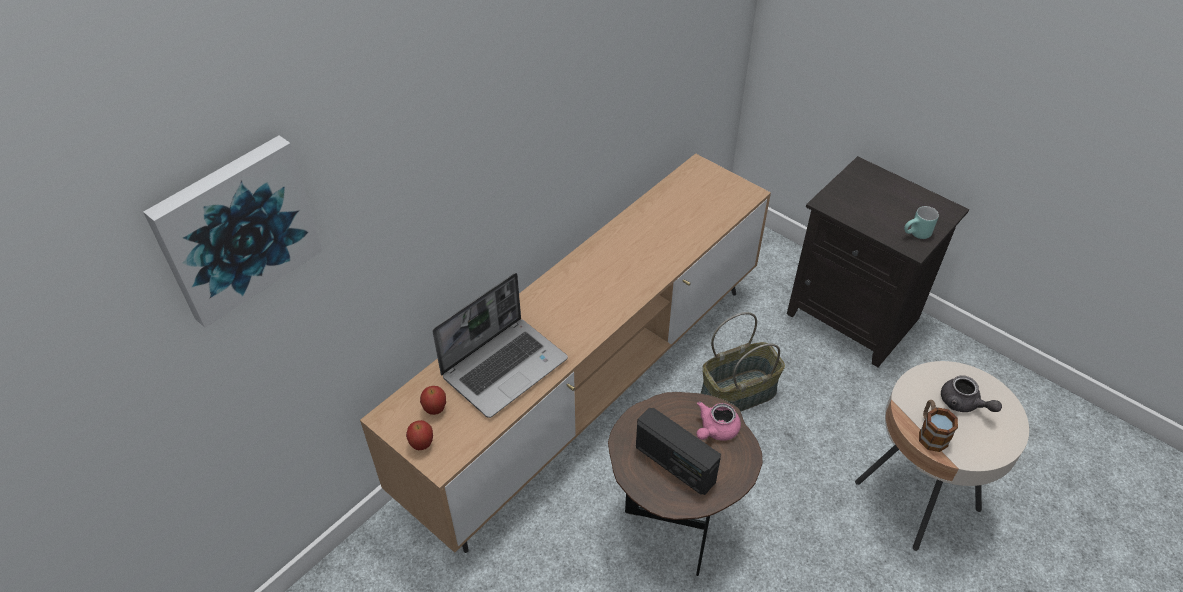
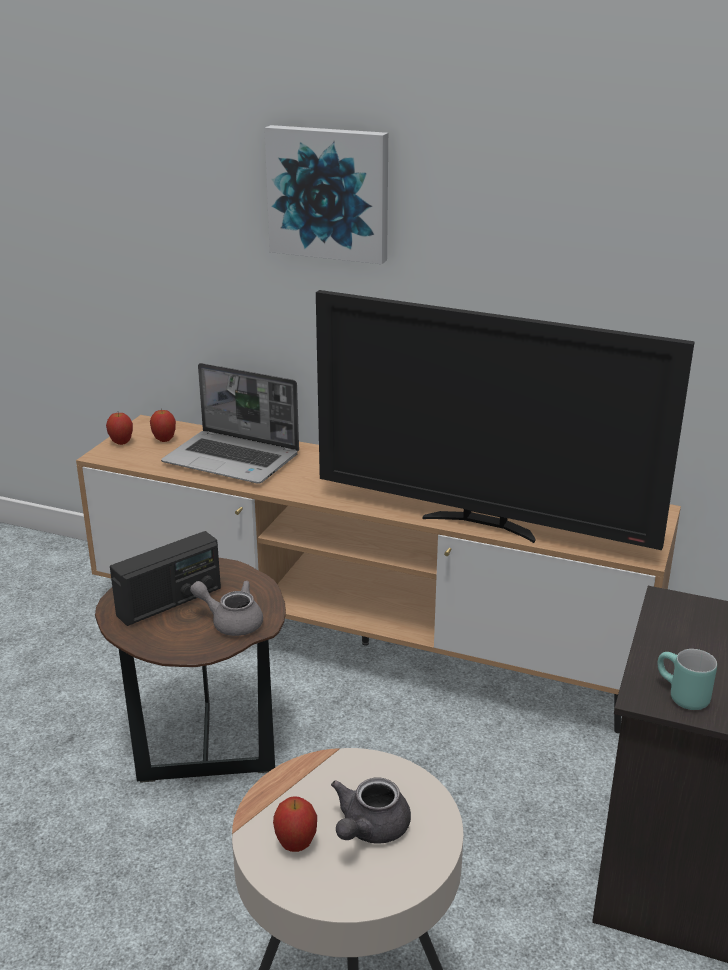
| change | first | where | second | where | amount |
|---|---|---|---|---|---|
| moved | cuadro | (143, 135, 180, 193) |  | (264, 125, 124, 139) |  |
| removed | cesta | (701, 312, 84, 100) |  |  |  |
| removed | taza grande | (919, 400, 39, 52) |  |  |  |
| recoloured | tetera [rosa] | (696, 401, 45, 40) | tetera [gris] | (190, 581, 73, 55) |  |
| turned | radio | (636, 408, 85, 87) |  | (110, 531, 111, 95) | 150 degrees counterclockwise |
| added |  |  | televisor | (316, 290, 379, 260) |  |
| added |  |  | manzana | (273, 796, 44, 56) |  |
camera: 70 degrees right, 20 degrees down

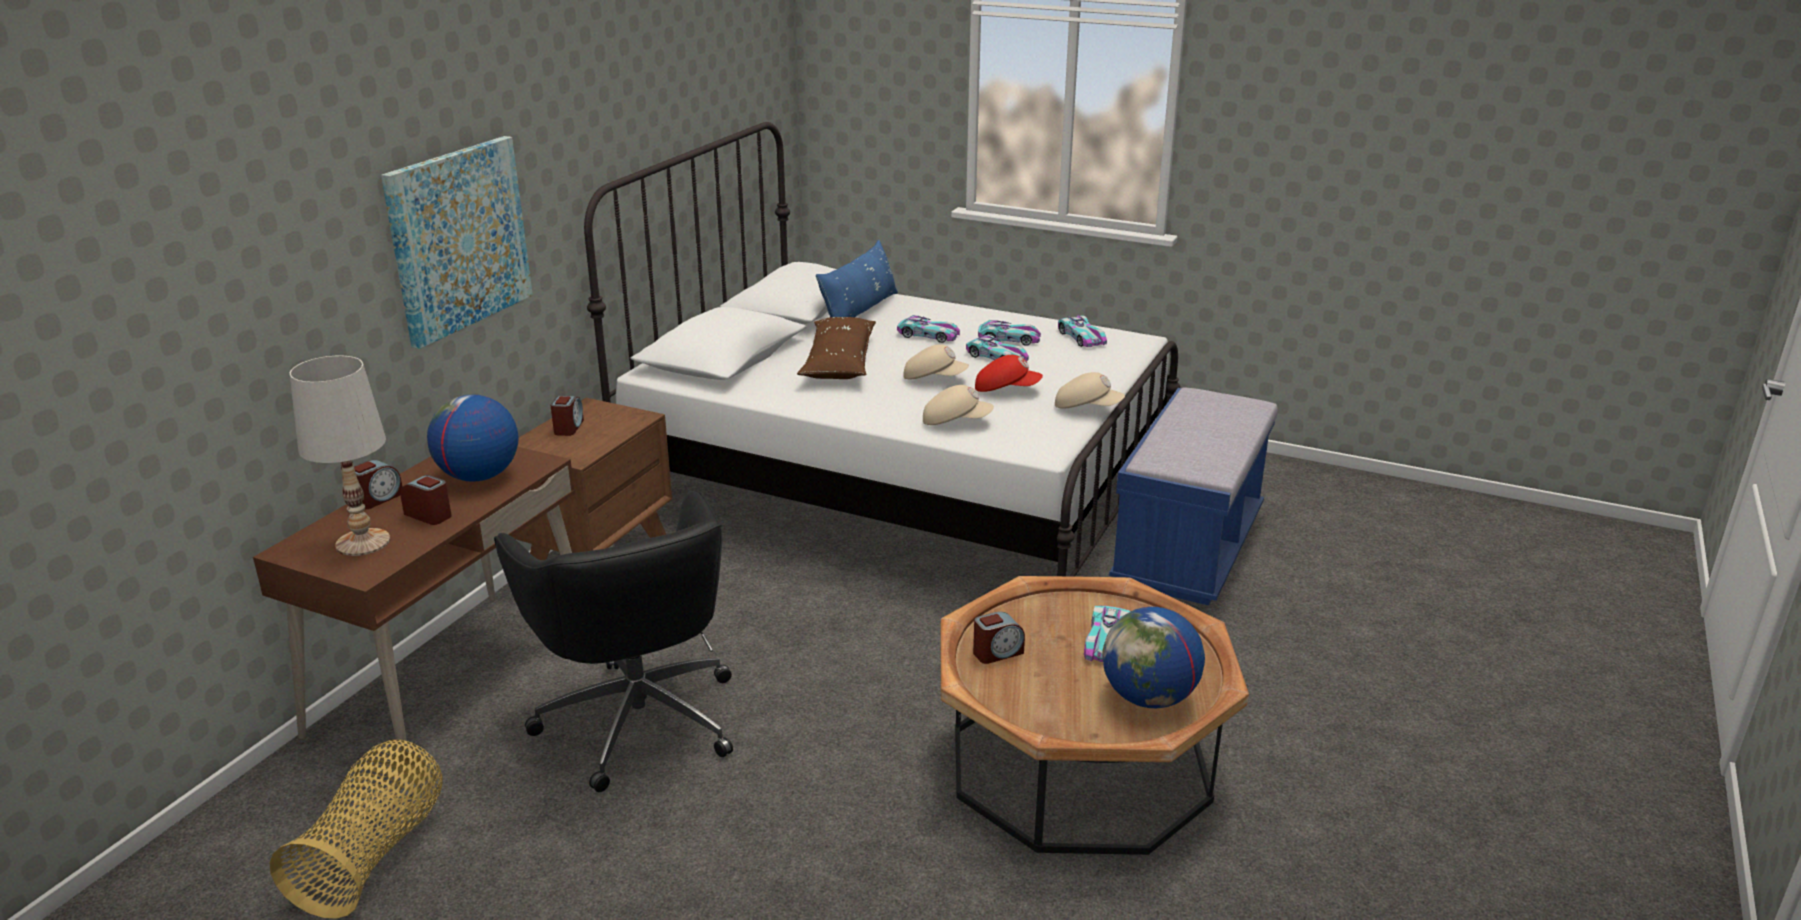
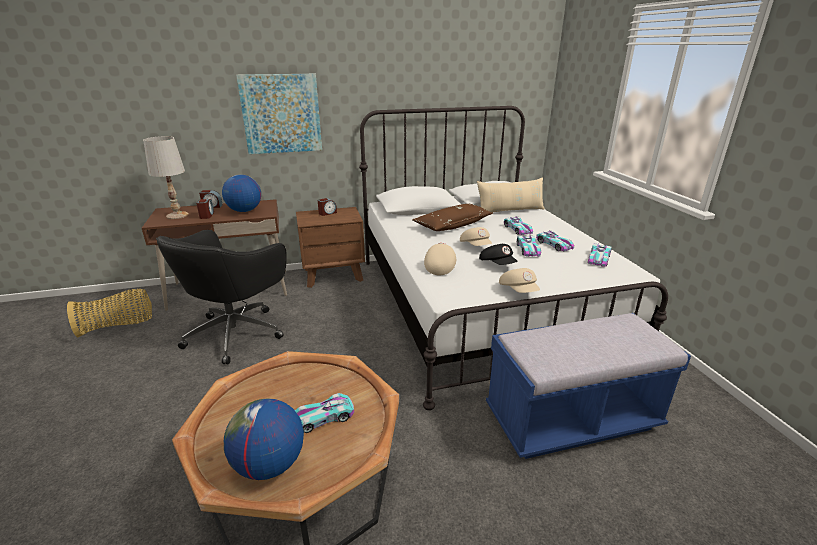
| change | first | where | second | where | amount |
|---|---|---|---|---|---|
| recoloured | cojín [azul] | (816, 240, 82, 77) | cojín [beis] | (477, 177, 68, 35) |  |
| recoloured | gorra [rojo] | (975, 355, 68, 37) | gorra [negro] | (479, 244, 38, 21) |  |
| turned | gorra [beis] | (923, 385, 71, 40) |  | (424, 243, 32, 32) | 135 degrees counterclockwise |
| removed | despertador | (973, 611, 52, 53) |  |  |  |
camera: 50 degrees right, 0 degrees up

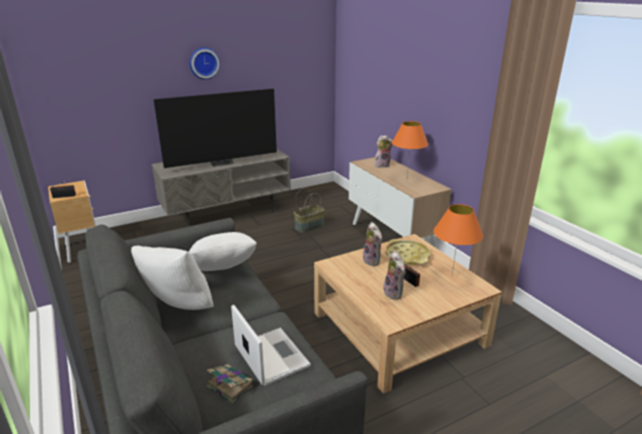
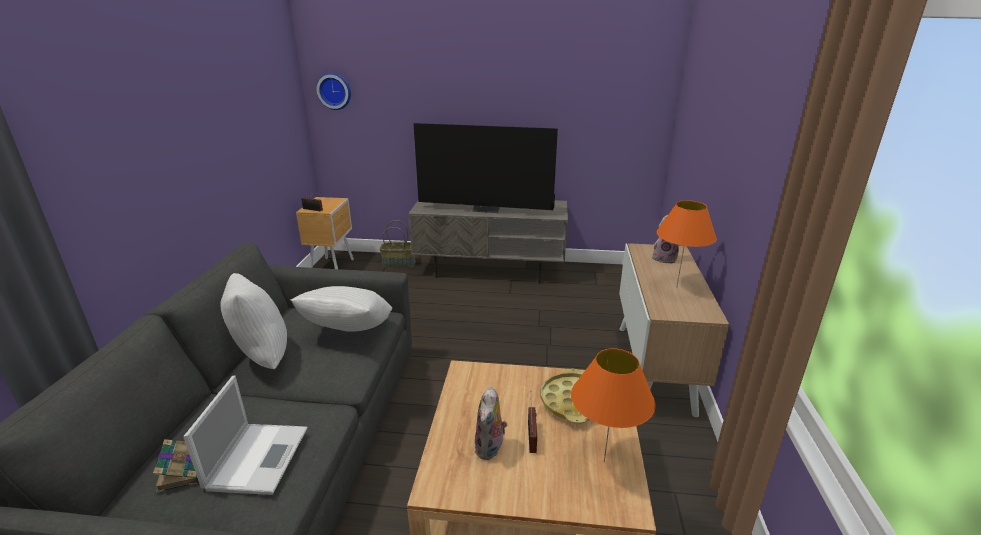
| change | first | where | second | where | amount |
|---|---|---|---|---|---|
| moved | reloj de pared | (189, 47, 31, 33) |  | (316, 73, 35, 37) |  |
| moved | cesta | (293, 188, 32, 45) |  | (380, 220, 36, 48) |  |
| removed | peluche | (363, 222, 19, 44) |  |  |  |
camera: 35 degrees right, 0 degrees up

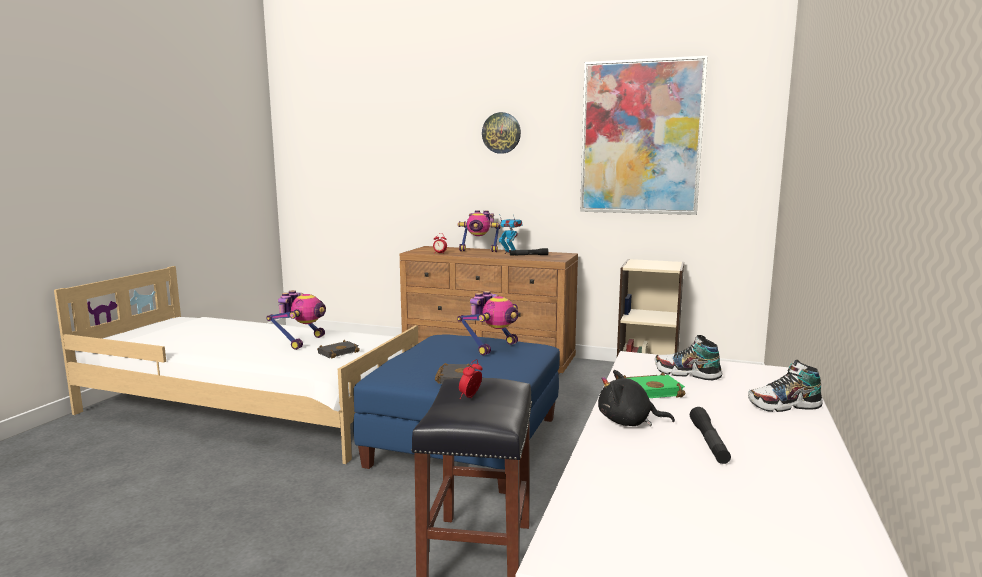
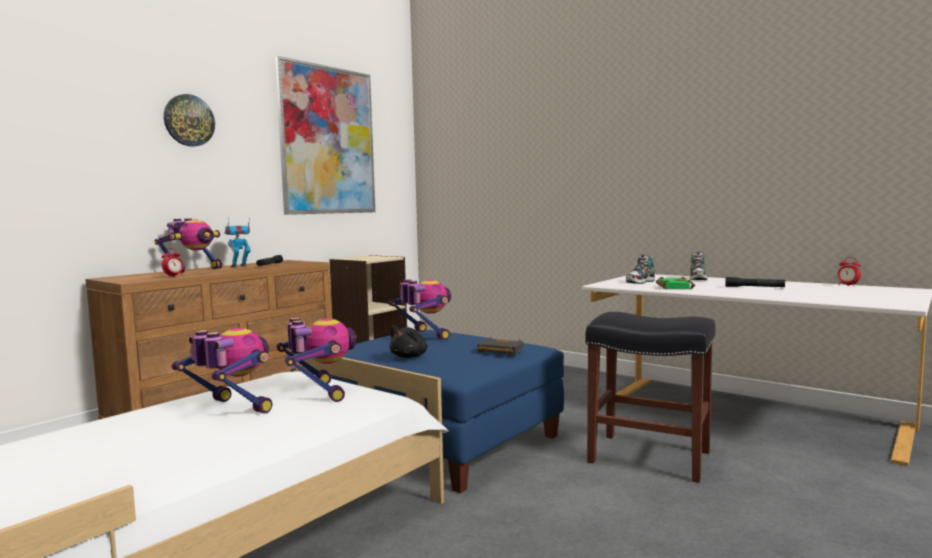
| change | first | where | second | where | amount |
|---|---|---|---|---|---|
| replaced | libro [negro] | (317, 340, 43, 18) | robot de juguete | (277, 318, 79, 84) |  |
| moved | despertador | (459, 359, 24, 40) |  | (837, 257, 24, 29) |  |
| moved | peluche [negro] | (598, 370, 77, 56) |  | (390, 326, 38, 32) |  |
camera: 70 degrees left, 5 degrees down

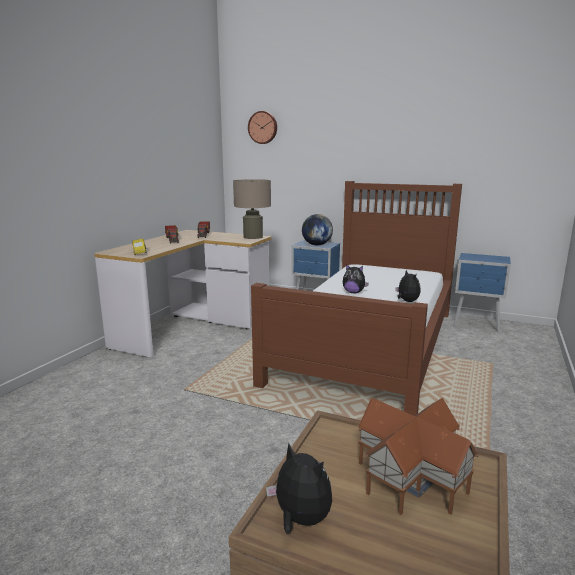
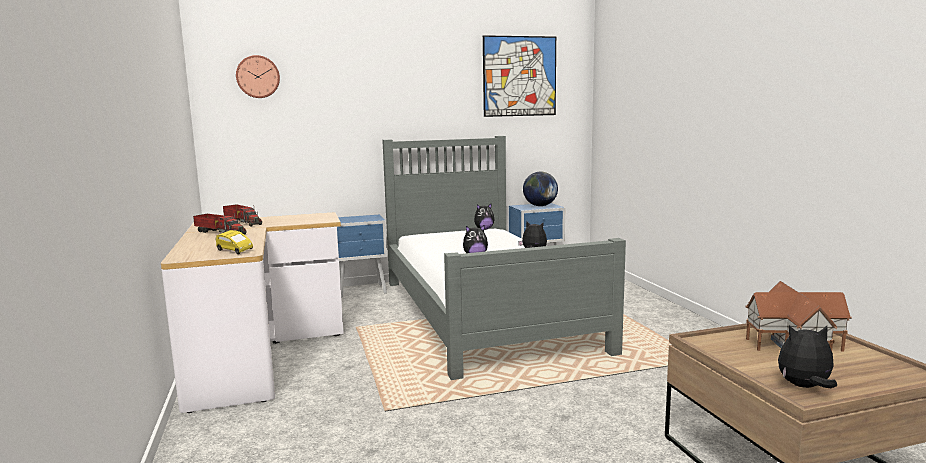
| change | first | where | second | where | amount |
|---|---|---|---|---|---|
| removed | lámpara de mesa [beis] | (233, 179, 38, 60) |  |  |  |
| recoloured | cama [marrón] | (251, 181, 211, 235) | cama [gris] | (382, 136, 244, 244) |  |
| moved | globo terráqueo | (302, 214, 31, 32) |  | (523, 171, 35, 35) |  |
| added |  |  | cuadro | (483, 35, 73, 82) |  |
| added |  |  | peluche | (474, 203, 21, 27) |  |
camera: 40 degrees left, 5 degrees down

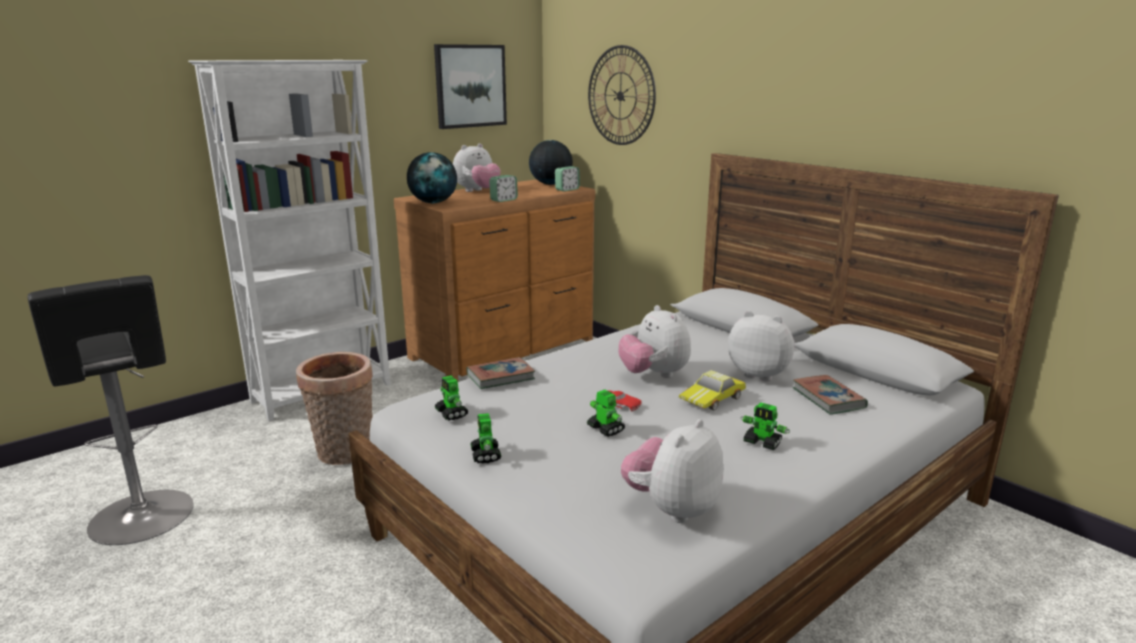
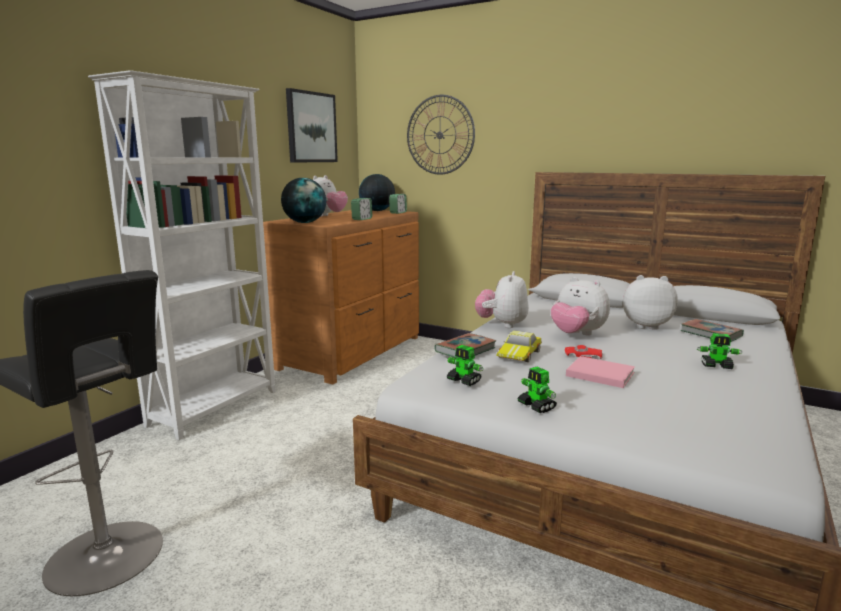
| change | first | where | second | where | amount |
|---|---|---|---|---|---|
| removed | cesta | (296, 352, 77, 113) |  |  |  |
| moved | coche de juguete | (679, 370, 67, 40) |  | (496, 330, 46, 32) |  |
| replaced | robot de juguete | (587, 390, 38, 47) | libro [rosa] | (566, 356, 69, 32) |  |
| moved | peluche | (621, 419, 103, 104) |  | (475, 271, 54, 57) |  |
camera: 20 degrees left, 5 degrees down

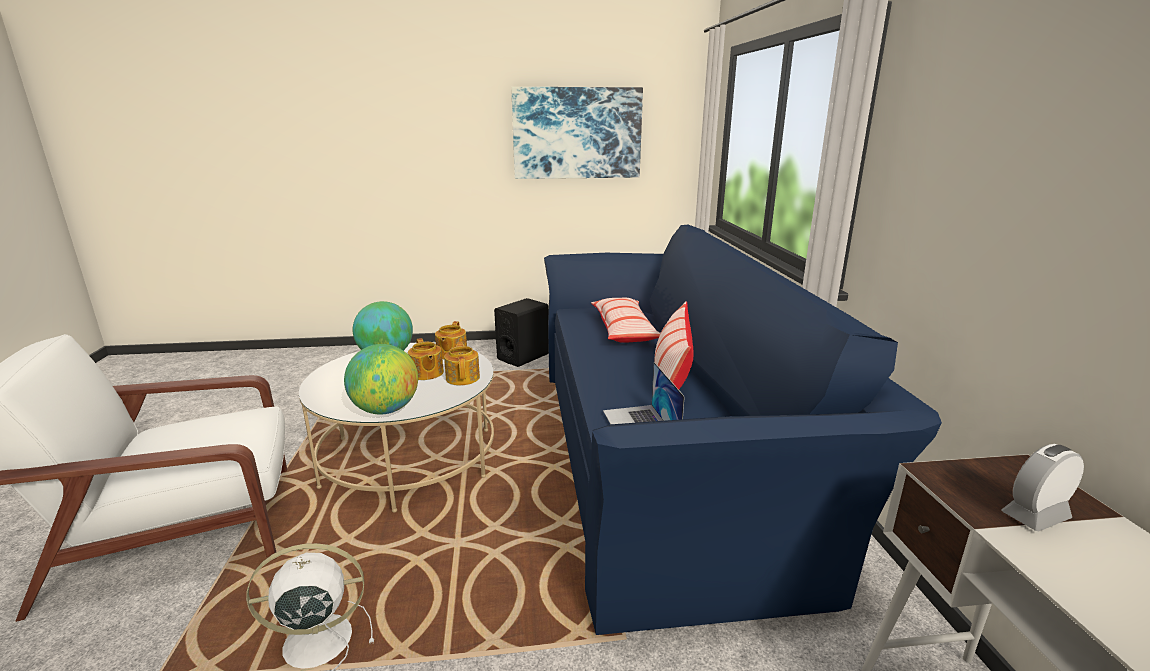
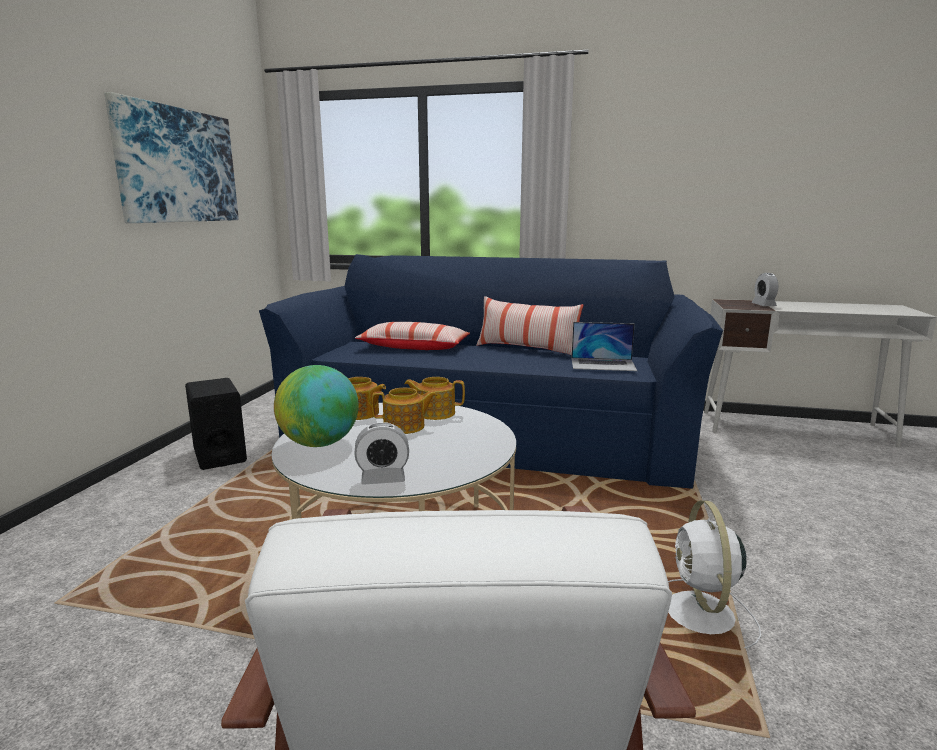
| change | first | where | second | where | amount |
|---|---|---|---|---|---|
| removed | globo terráqueo | (344, 344, 74, 70) |  |  |  |
| added |  |  | despertador | (354, 422, 55, 63) |  |
camera: 70 degrees left, 5 degrees down

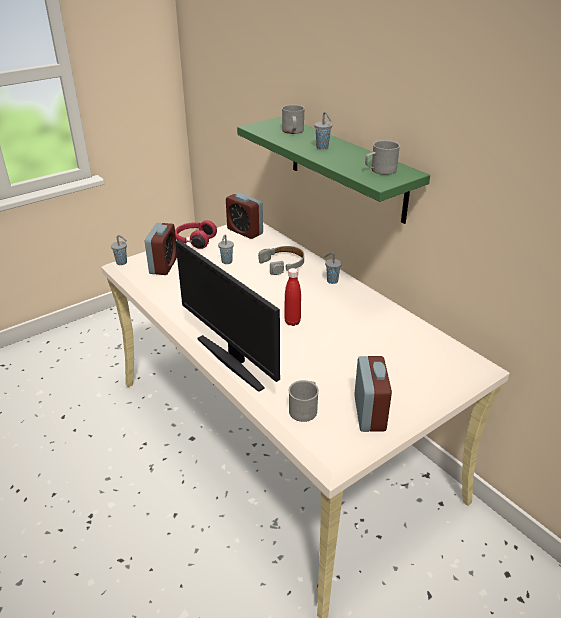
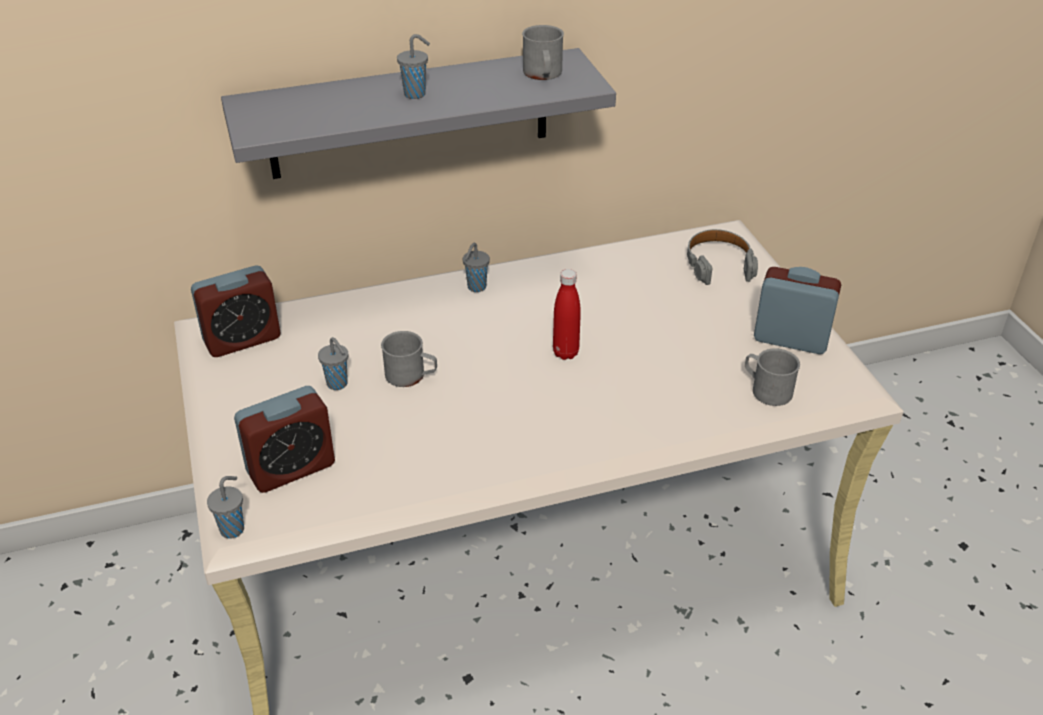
| change | first | where | second | where | amount |
|---|---|---|---|---|---|
| moved | taza grande [gris] | (282, 105, 23, 29) |  | (381, 331, 56, 56) |  |
| recoloured | estante [verde] | (237, 116, 193, 108) | estante [gris] | (221, 48, 395, 131) |  |
| removed | auriculares [rojo] | (175, 220, 42, 29) |  |  |  |
| turned | despertador | (145, 223, 32, 52) |  | (234, 386, 101, 107) | 120 degrees clockwise |
| removed | monitor | (175, 240, 105, 152) |  |  |  |
| moved | auriculares [gris] | (258, 246, 46, 29) |  | (687, 229, 71, 56) |  |
camera: 70 degrees left, 5 degrees up

